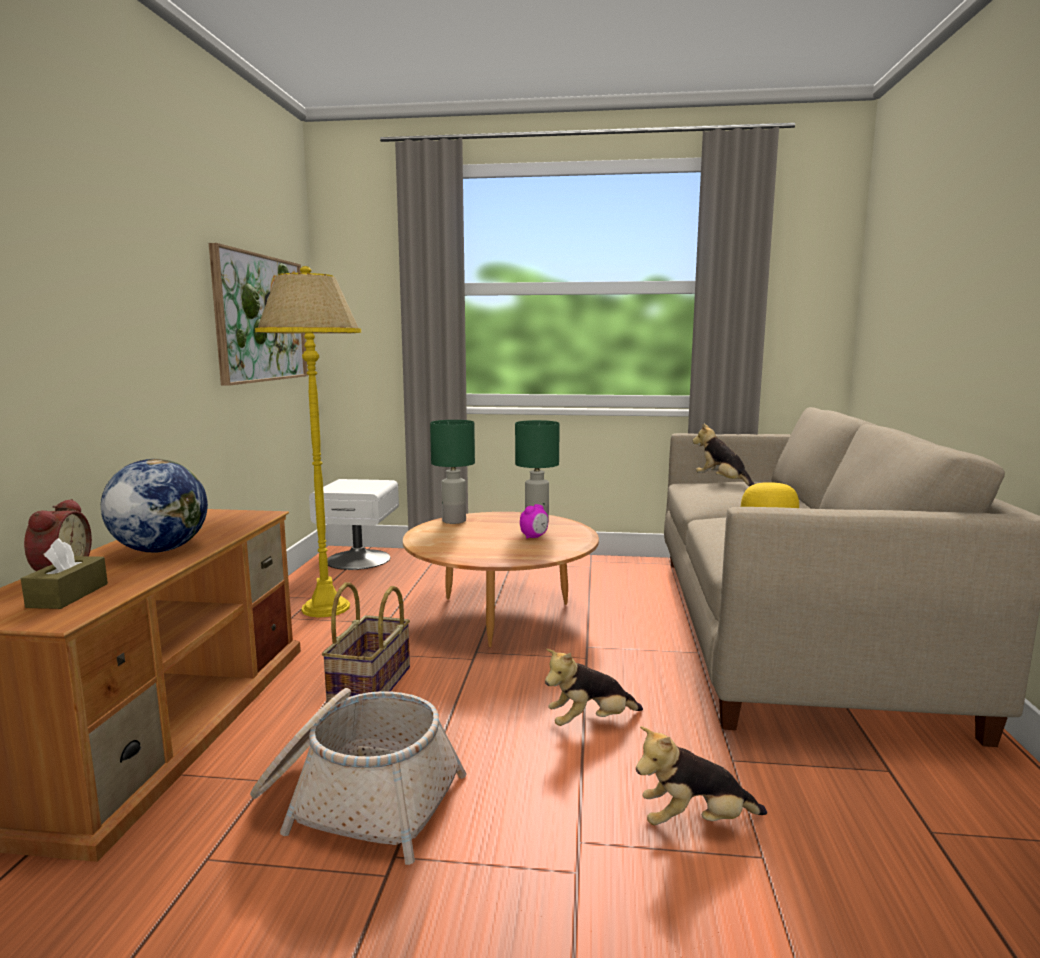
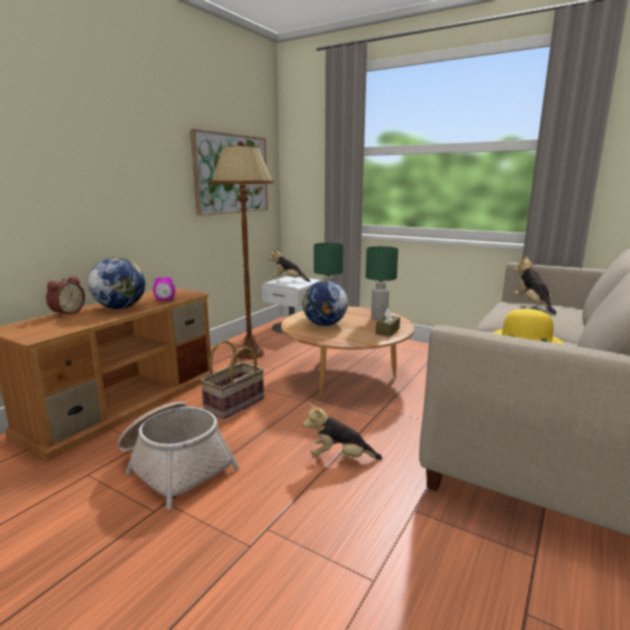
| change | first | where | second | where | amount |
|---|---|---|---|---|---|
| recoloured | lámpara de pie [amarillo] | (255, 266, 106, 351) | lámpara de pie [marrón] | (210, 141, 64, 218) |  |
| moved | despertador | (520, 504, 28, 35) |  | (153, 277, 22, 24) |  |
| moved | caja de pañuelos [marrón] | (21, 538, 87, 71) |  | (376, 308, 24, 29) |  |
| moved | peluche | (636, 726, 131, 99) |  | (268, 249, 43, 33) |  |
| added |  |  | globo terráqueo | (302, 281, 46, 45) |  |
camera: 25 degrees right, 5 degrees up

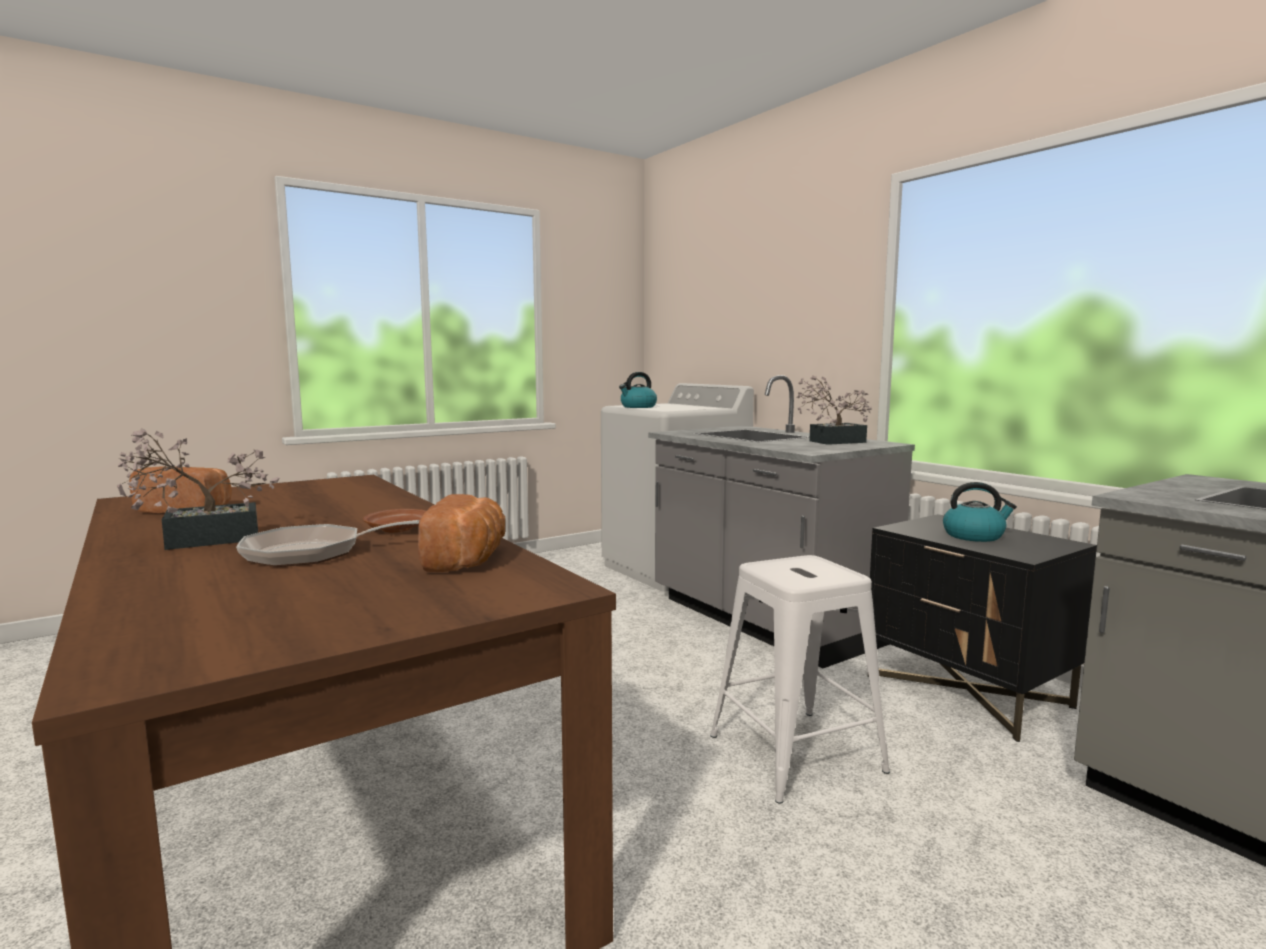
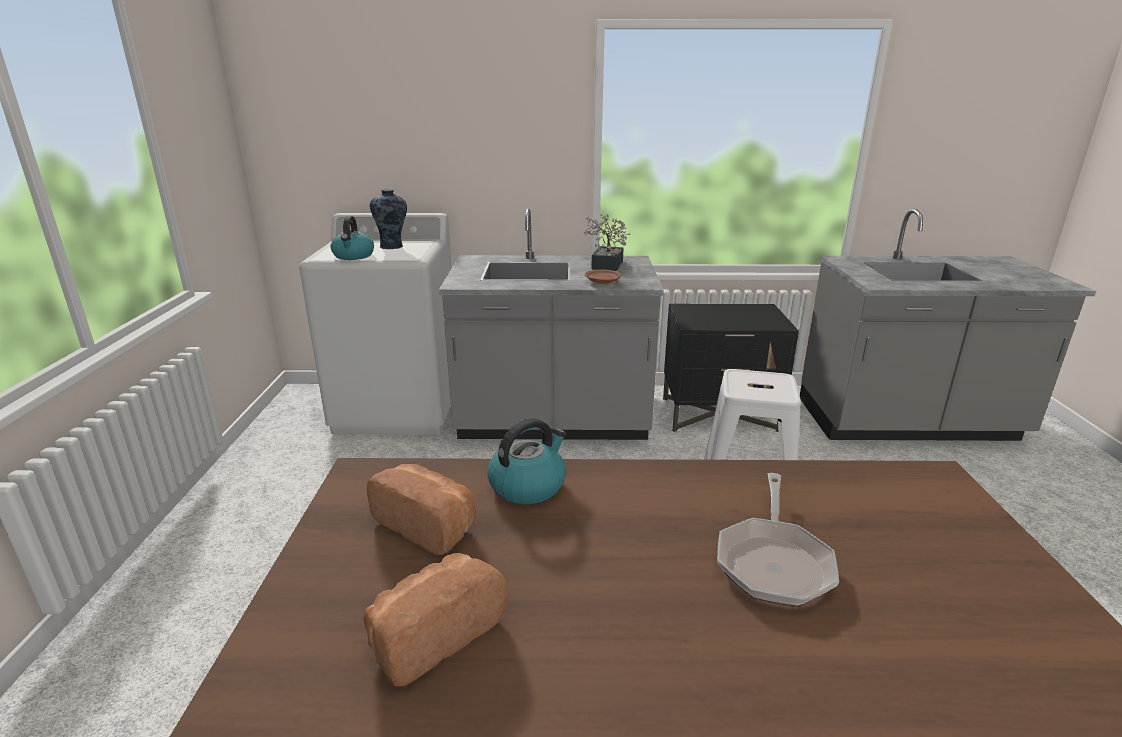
| change | first | where | second | where | amount |
|---|---|---|---|---|---|
| removed | planta en maceta | (117, 428, 162, 122) |  |  |  |
| moved | hervidor | (943, 482, 74, 60) |  | (488, 418, 78, 86) |  |
| moved | pan | (418, 494, 87, 78) |  | (367, 464, 108, 91) |  |
| moved | plato [marrón] | (363, 509, 63, 24) |  | (585, 269, 36, 15) |  |
| added |  |  | florero | (370, 189, 37, 60) |  |
camera: 55 degrees left, 15 degrees up

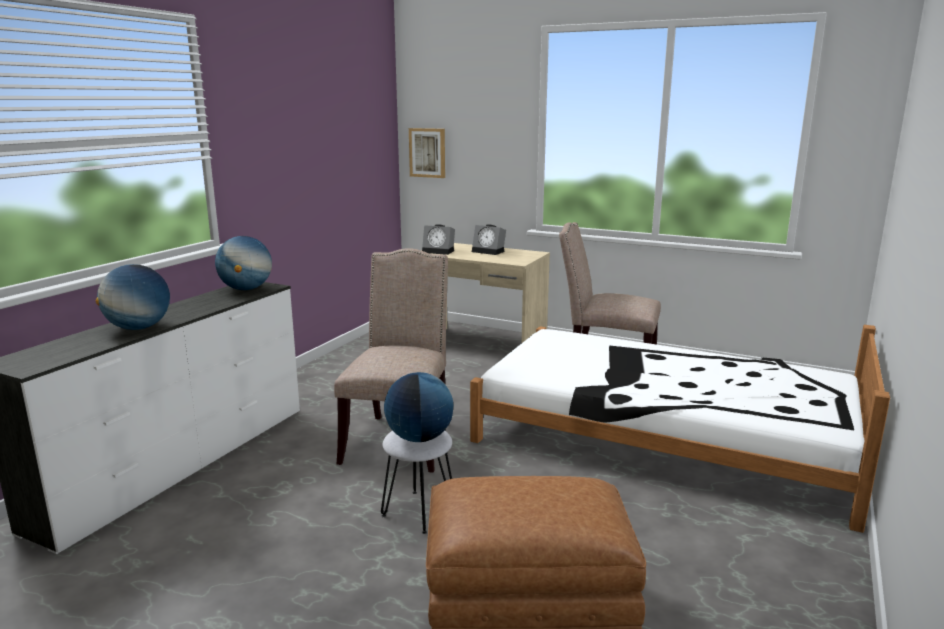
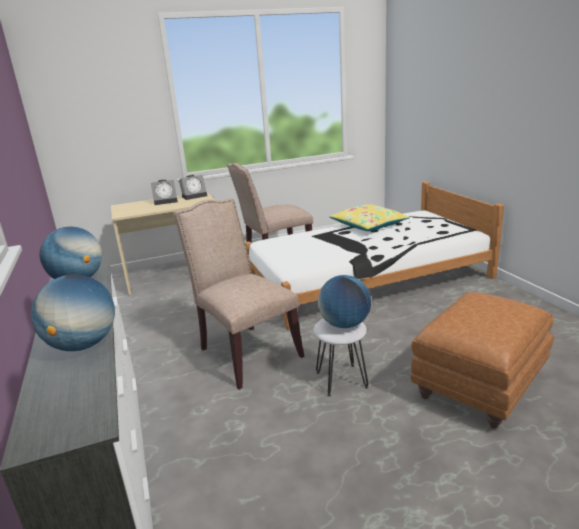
| change | first | where | second | where | amount |
|---|---|---|---|---|---|
| removed | cuadro | (409, 128, 36, 50) |  |  |  |
| moved | despertador | (422, 224, 33, 31) |  | (179, 175, 28, 25) |  |
| added |  |  | cojín [amarillo] | (329, 204, 81, 27) |  |
camera: 45 degrees left, 5 degrees up

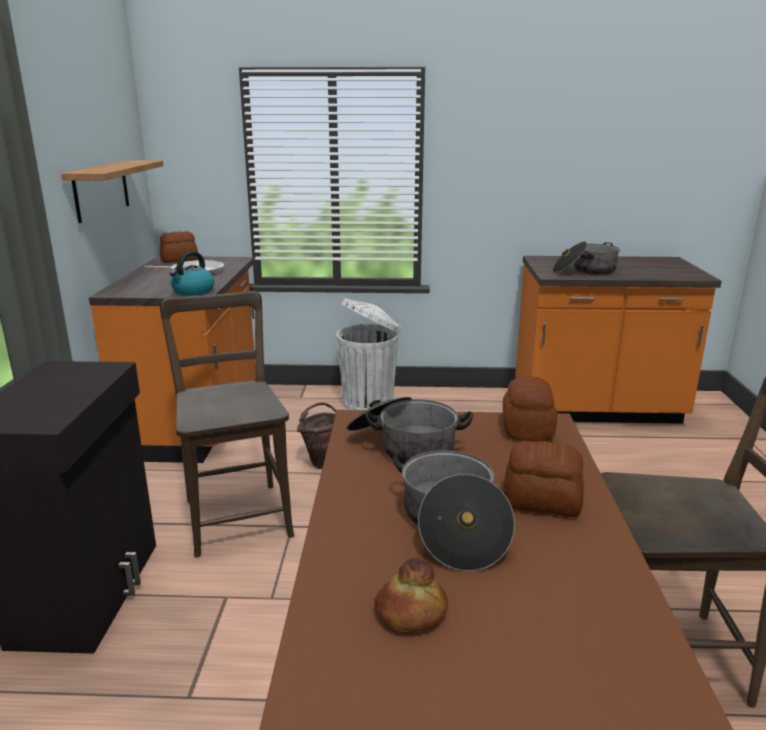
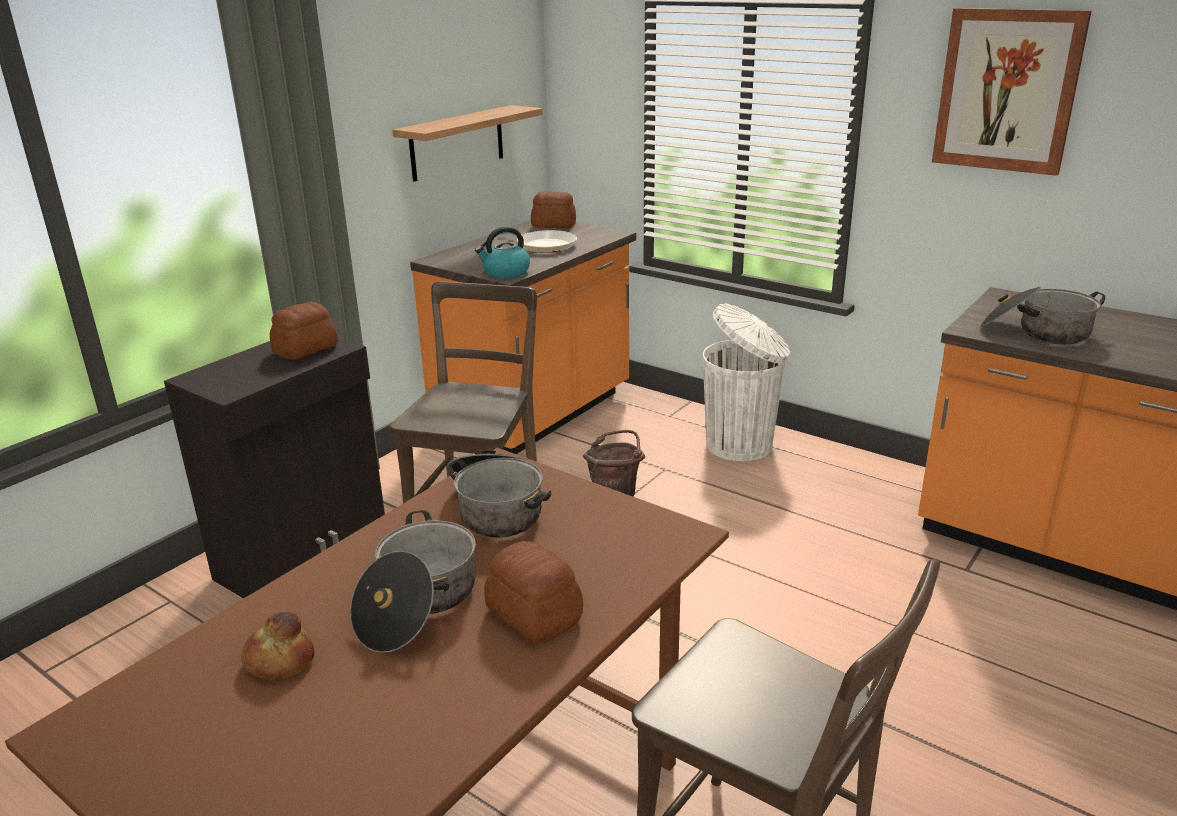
| change | first | where | second | where | amount |
|---|---|---|---|---|---|
| moved | pan | (503, 376, 54, 66) |  | (270, 302, 68, 58) |  |
| added |  |  | cuadro | (932, 8, 160, 168) |  |
camera: 35 degrees right, 5 degrees up

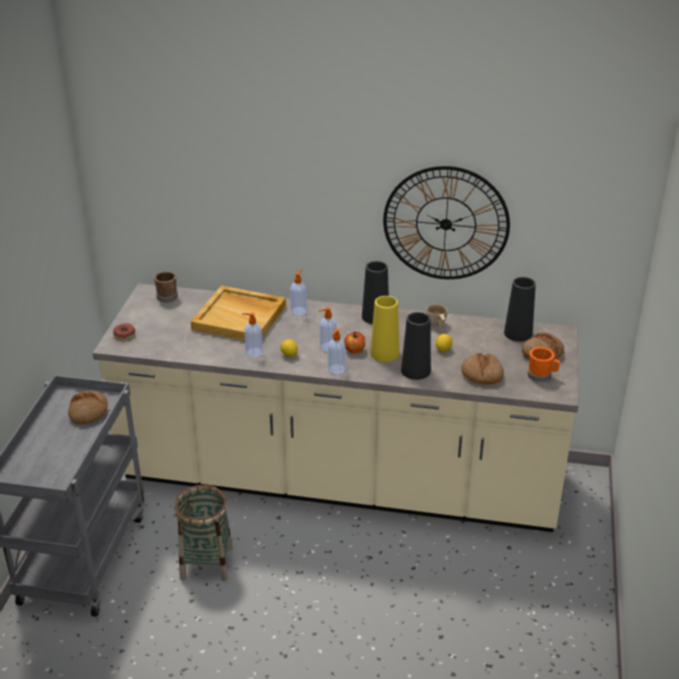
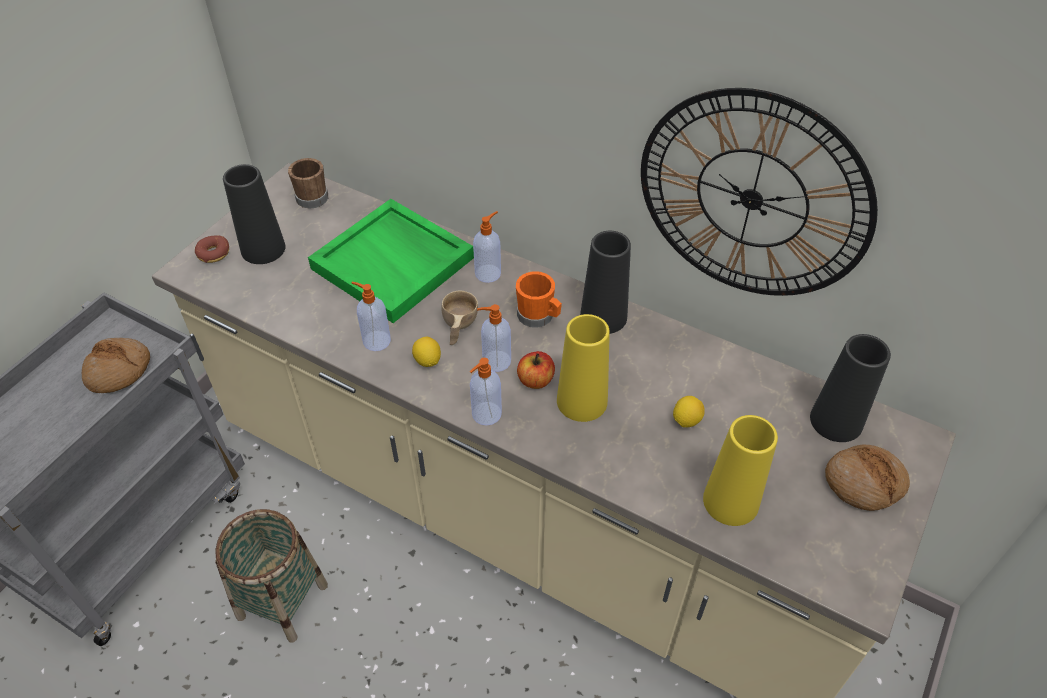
| change | first | where | second | where | amount |
|---|---|---|---|---|---|
| recoloured | bandeja [beis] | (191, 285, 95, 56) | bandeja [verde] | (308, 199, 166, 124) |  |
| moved | taza [beis] | (426, 304, 22, 29) |  | (442, 291, 36, 54) |  |
| moved | florero [negro] | (401, 312, 30, 68) |  | (223, 164, 63, 100) |  |
| moved | taza grande [naranja] | (527, 347, 33, 35) |  | (516, 271, 46, 57) |  |
| replaced | pan | (461, 353, 43, 31) | florero [amarillo] | (703, 415, 75, 111) |  |
camera: 20 degrees right, 15 degrees up

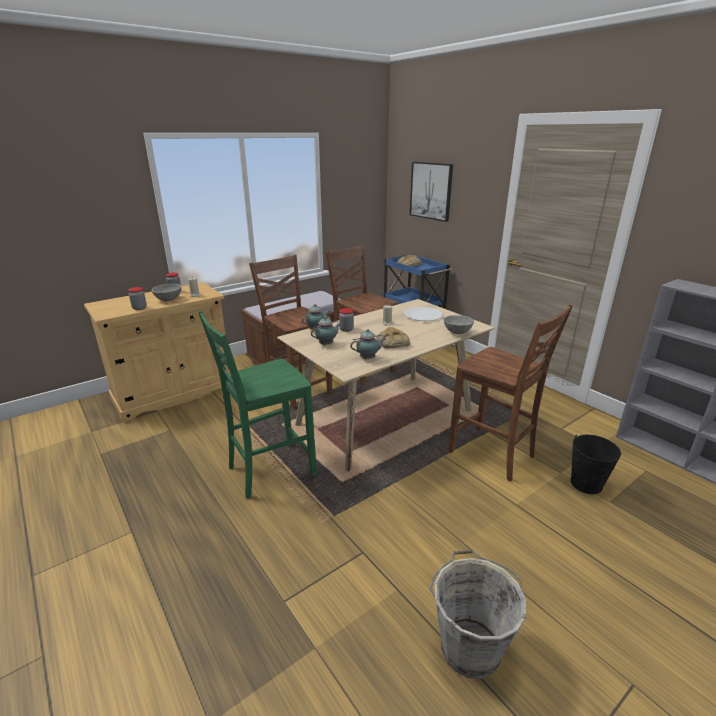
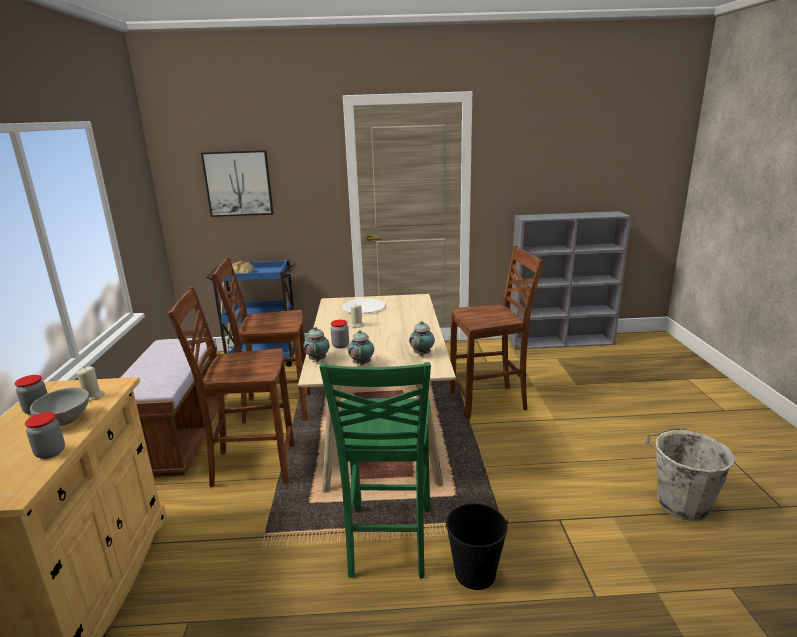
| change | first | where | second | where | amount |
|---|---|---|---|---|---|
| removed | cuenco [gris] | (444, 315, 30, 19) |  |  |  |
| removed | pan | (376, 327, 34, 22) |  |  |  |
| moved | cubo [negro] | (571, 435, 50, 59) |  | (446, 504, 62, 86) |  |
camera: 55 degrees left, 5 degrees down

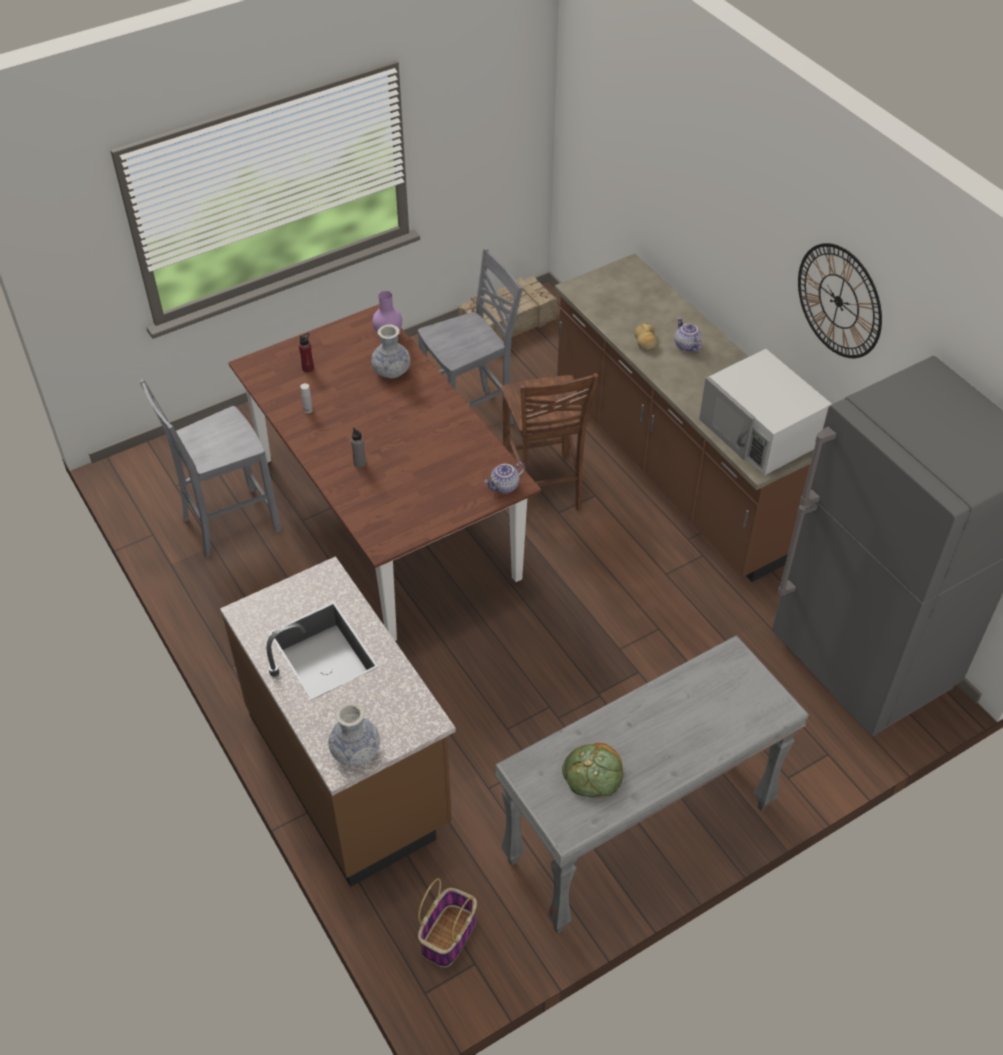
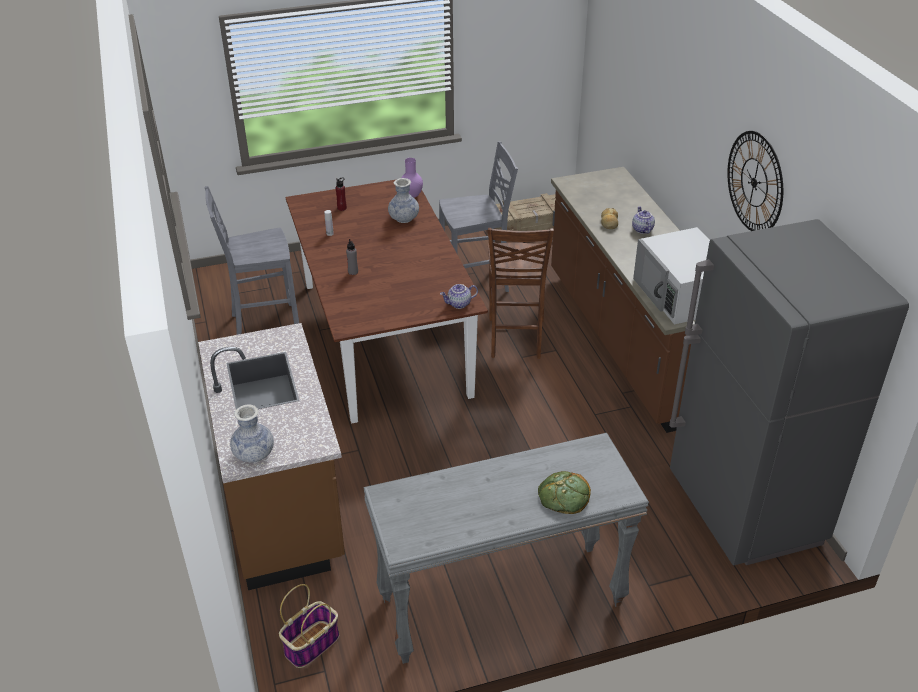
| change | first | where | second | where | amount |
|---|---|---|---|---|---|
| moved | pan | (562, 743, 61, 55) |  | (538, 471, 53, 43) |  |
camera: 15 degrees right, 10 degrees down

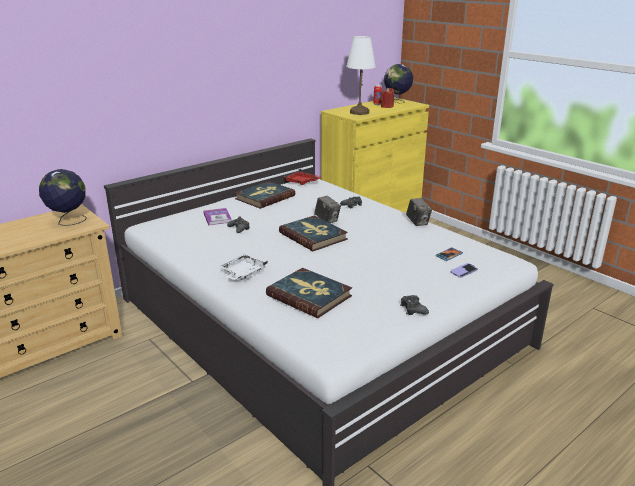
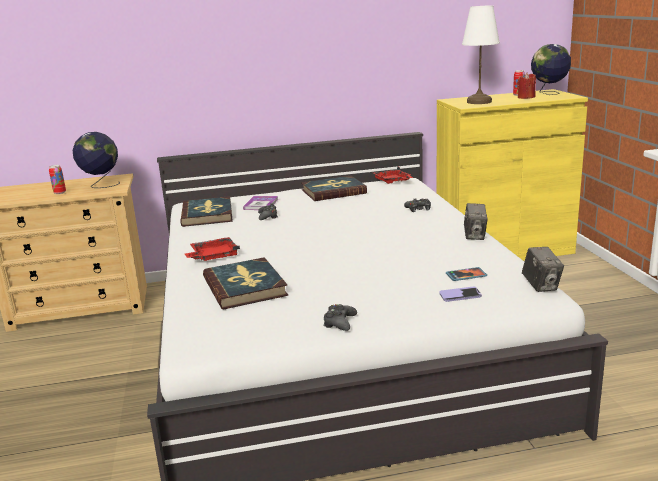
| change | first | where | second | where | amount |
|---|---|---|---|---|---|
| moved | cámara | (314, 196, 27, 27) |  | (522, 247, 42, 45) |  |
| moved | libro | (279, 215, 69, 36) |  | (180, 196, 53, 31) |  |
| recoloured | bandeja [blanco] | (218, 254, 50, 26) | bandeja [rojo] | (185, 237, 55, 24) |  |
| added |  |  | lata | (49, 165, 17, 29) |  |
camera: 30 degrees right, 5 degrees down

